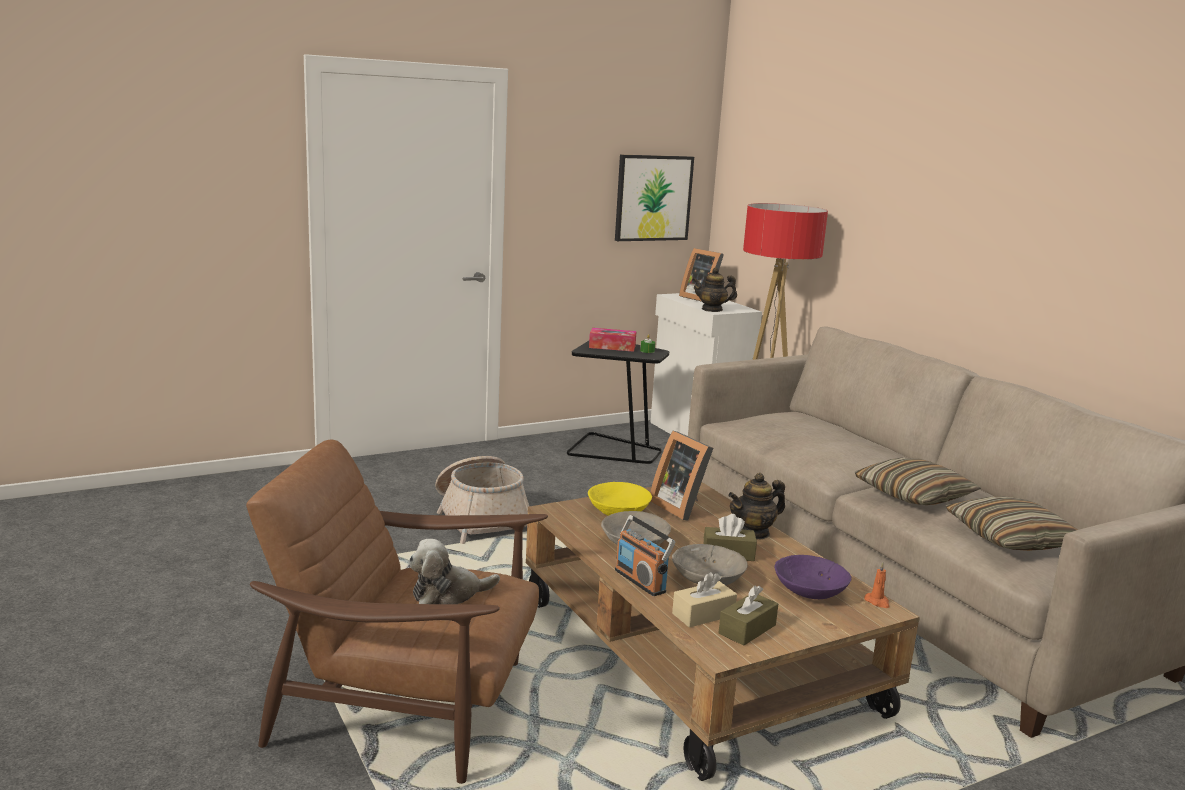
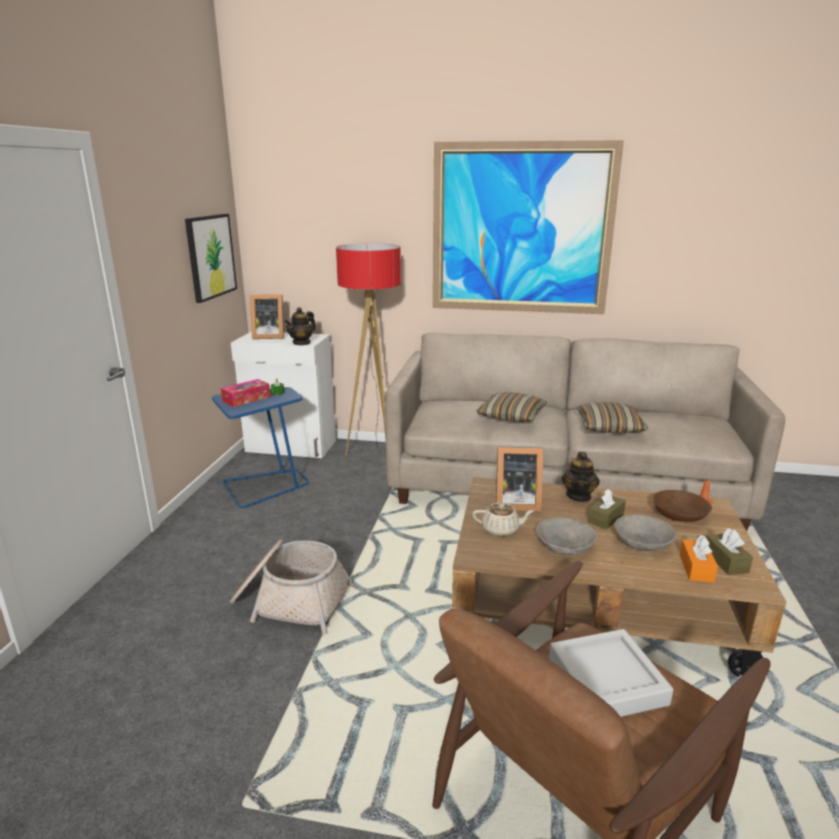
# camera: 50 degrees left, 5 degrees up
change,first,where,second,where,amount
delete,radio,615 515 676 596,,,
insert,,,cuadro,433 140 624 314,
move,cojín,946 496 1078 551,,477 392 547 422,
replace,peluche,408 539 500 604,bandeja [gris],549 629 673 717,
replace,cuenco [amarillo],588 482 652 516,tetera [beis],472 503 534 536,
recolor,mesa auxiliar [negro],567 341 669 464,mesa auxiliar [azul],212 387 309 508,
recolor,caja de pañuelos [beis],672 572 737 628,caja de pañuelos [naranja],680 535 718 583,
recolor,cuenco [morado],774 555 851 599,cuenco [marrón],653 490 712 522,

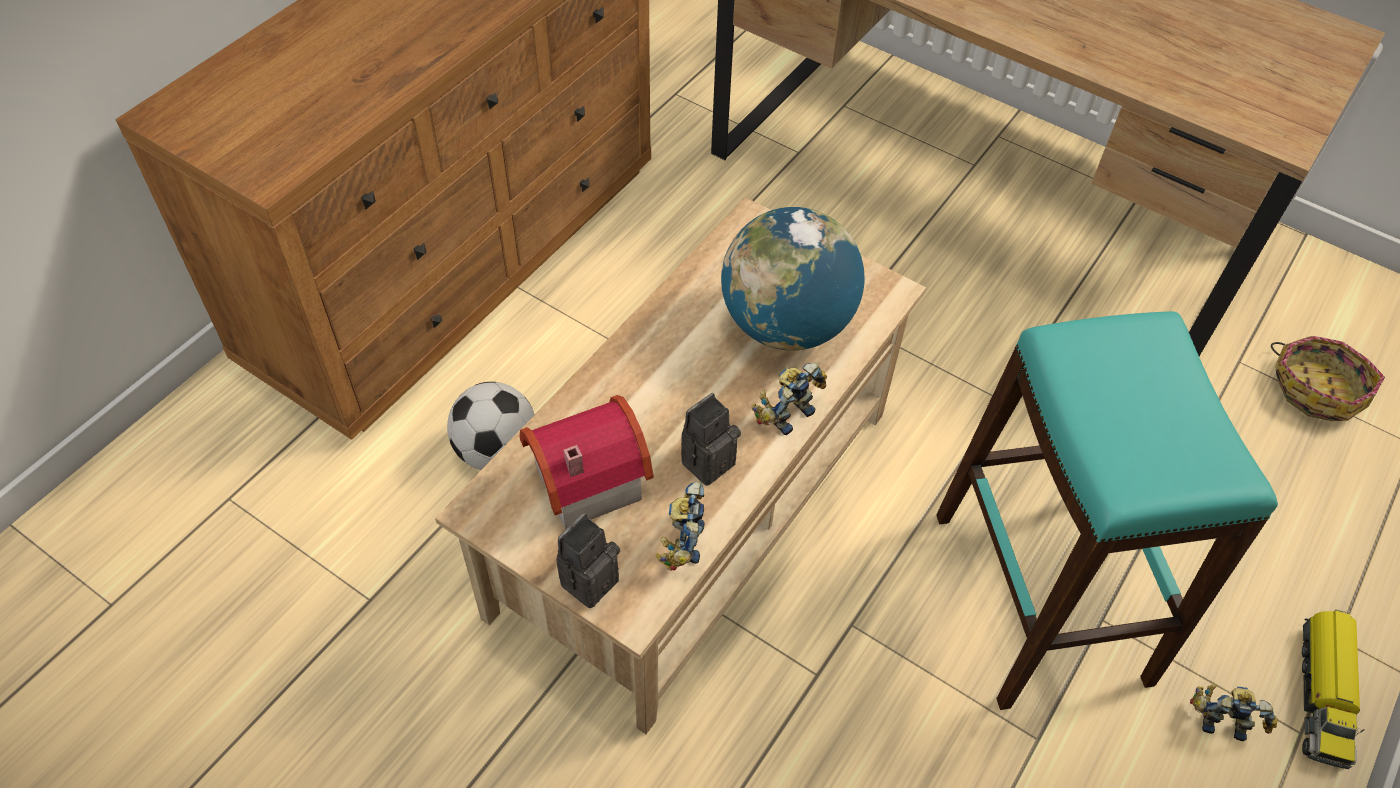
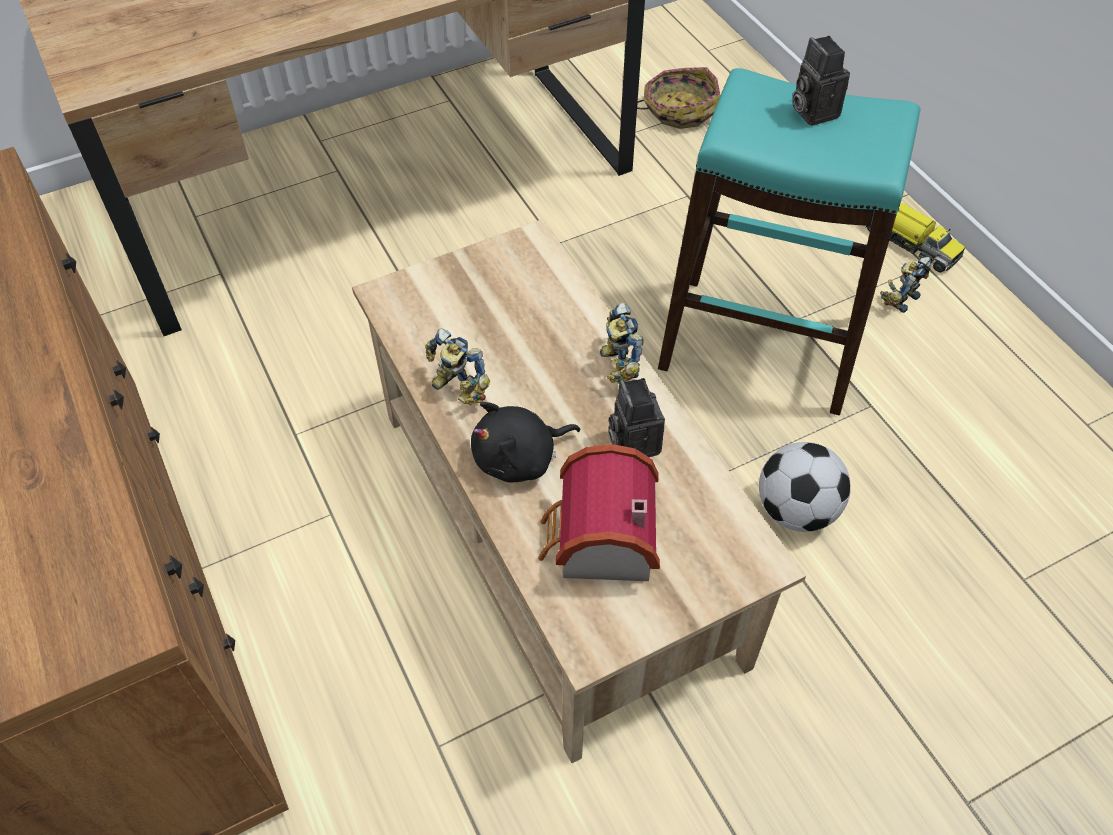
# camera: 60 degrees left, 0 degrees up
change,first,where,second,where,amount
delete,globo terráqueo,721 207 865 351,,,
insert,,,peluche [negro],471 402 581 482,
move,balón de fútbol,447 382 535 470,,759 442 851 532,
move,cámara,556 513 620 608,,792 36 850 126,
move,robot de juguete,656 481 705 570,,425 328 490 405,

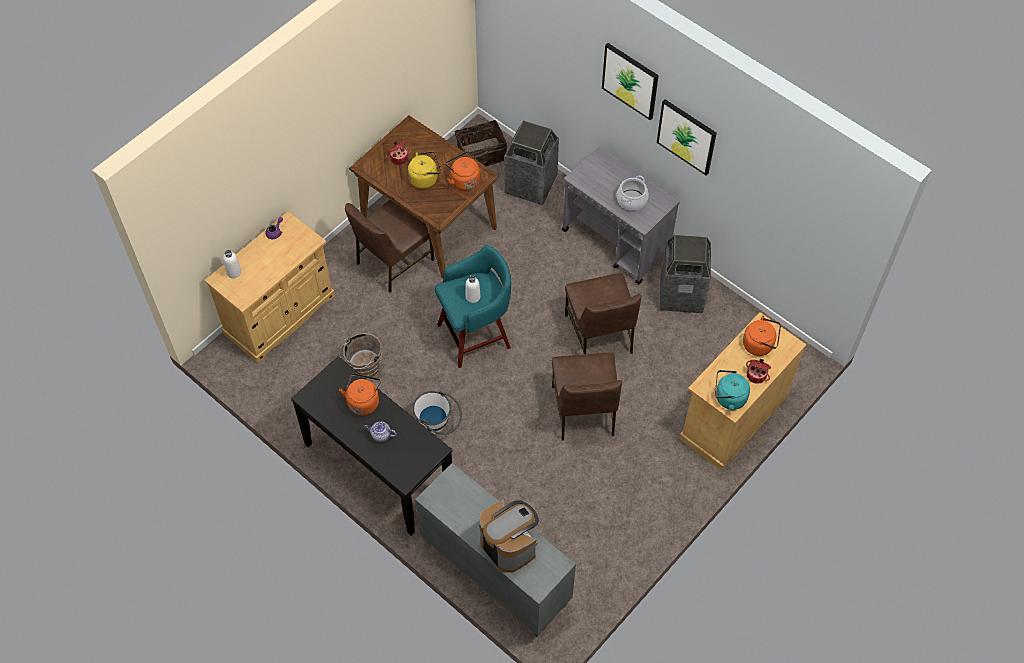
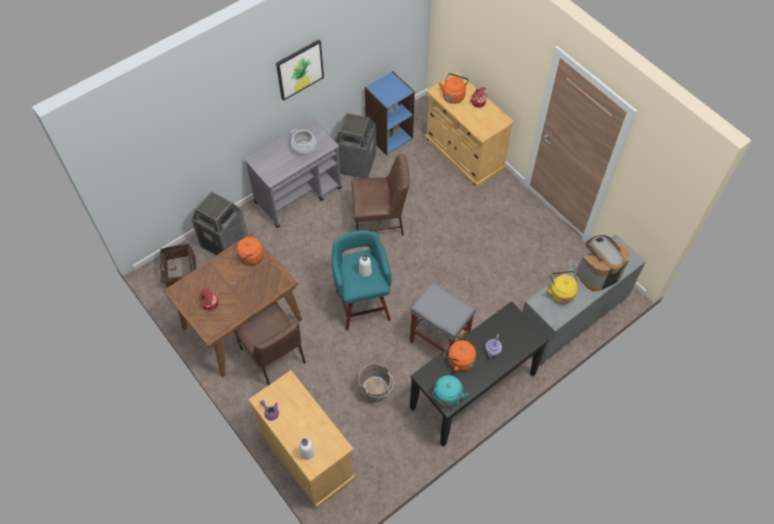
# camera: 80 degrees left, 0 degrees up
change,first,where,second,where,amount
delete,silla [marrón],552 352 622 441,,,
delete,cuadro,602 43 659 120,,,
insert,,,estantería [azul],364 71 415 155,
move,hervidor [amarillo],408 151 441 189,,546 271 578 304,
move,hervidor [turquesa],715 370 750 411,,432 375 469 407,
replace,cubo [blanco],412 391 462 434,taburete [gris],410 282 476 351,

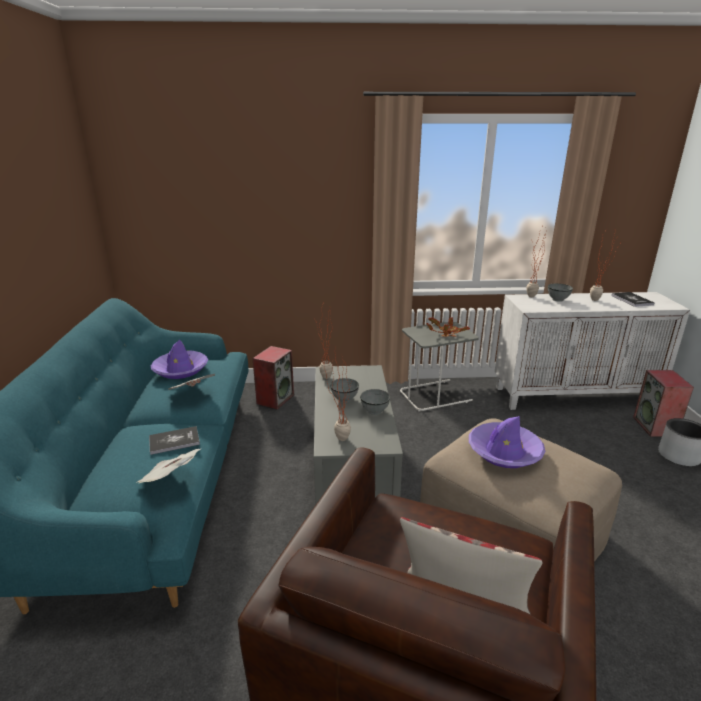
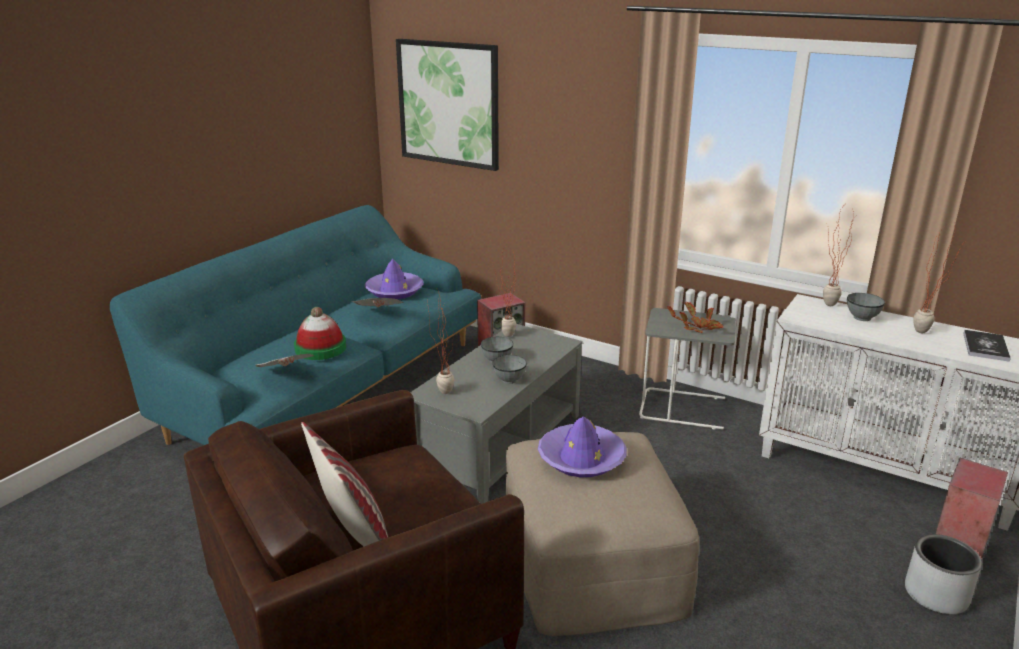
# camera: 35 degrees right, 0 degrees up
change,first,where,second,where,amount
insert,,,cuadro,396 39 499 171,
replace,libro,149 426 200 455,sombrero,294 307 346 360,

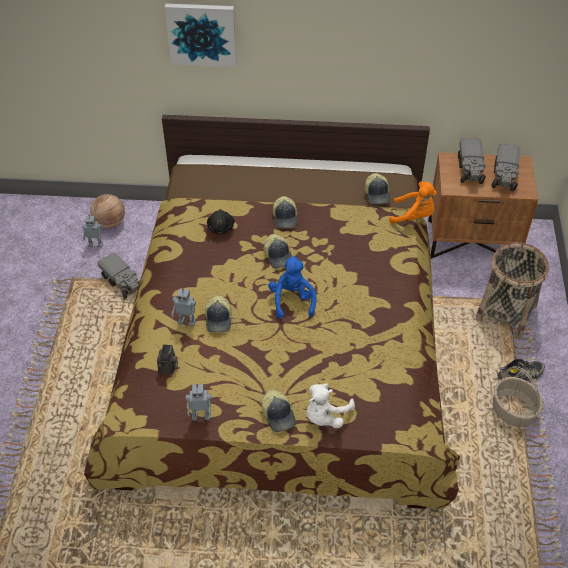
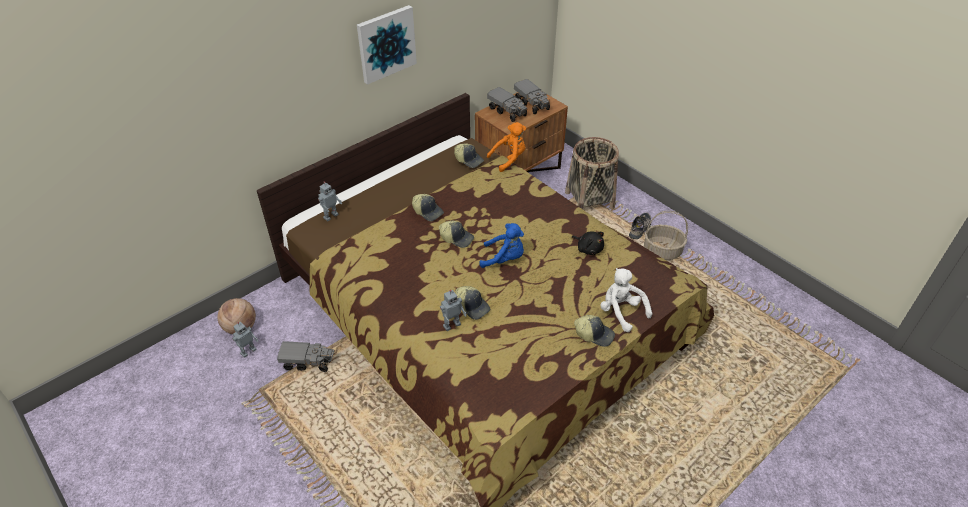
# camera: 45 degrees left, 5 degrees down
change,first,where,second,where,amount
delete,cámara,157 344 178 374,,,
move,cuadro,165 4 237 67,,357 5 417 85,
move,robot de juguete,186 384 212 421,,318 181 342 221,
move,peluche [negro],207 209 235 234,,571 232 604 255,
rotate,peluche [azul],268 256 316 319,,479 223 524 268,150 degrees clockwise
rotate,peluche [blanco],307 383 355 428,,600 268 652 332,150 degrees clockwise

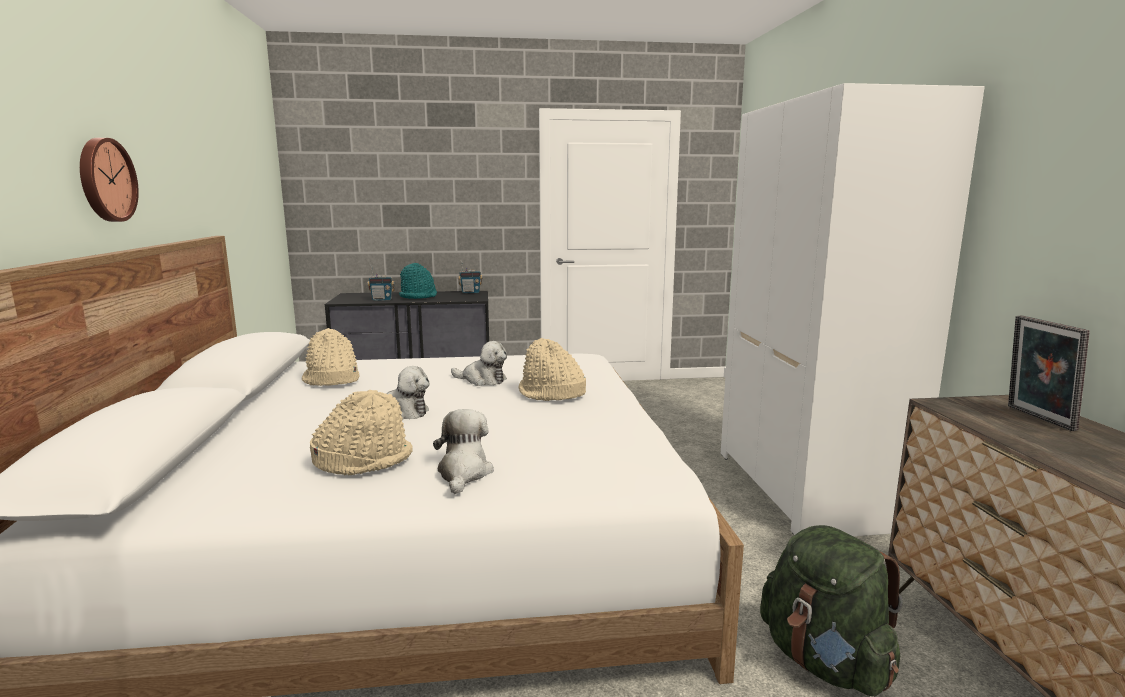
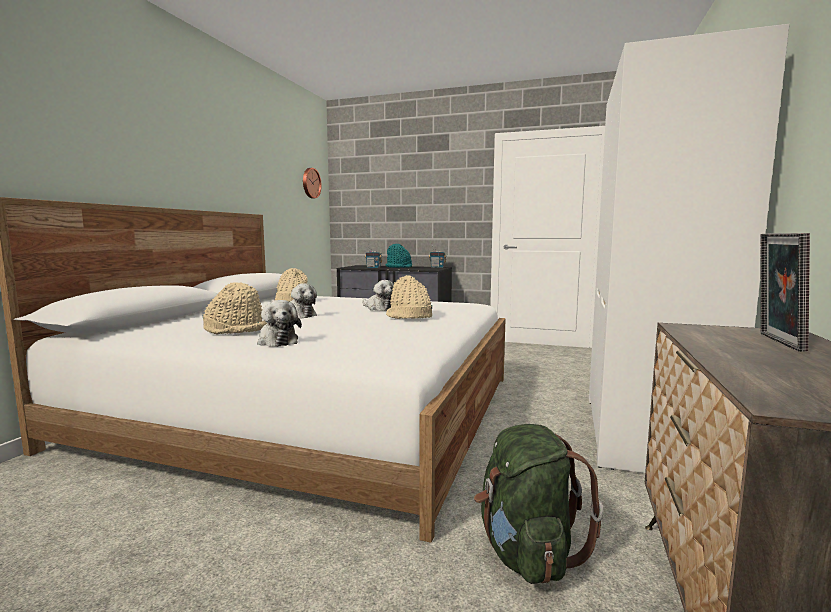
# camera: 25 degrees right, 5 degrees down
change,first,where,second,where,amount
move,reloj de pared,80 138 139 222,,303 168 322 198,
rotate,peluche,433 409 494 494,,257 300 302 347,120 degrees clockwise

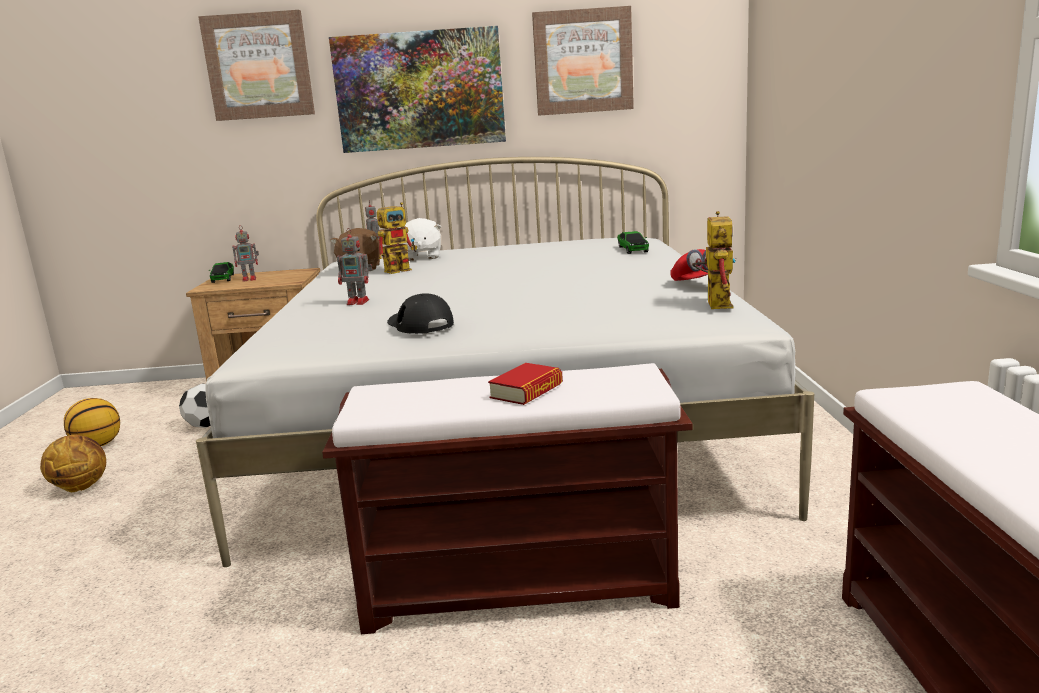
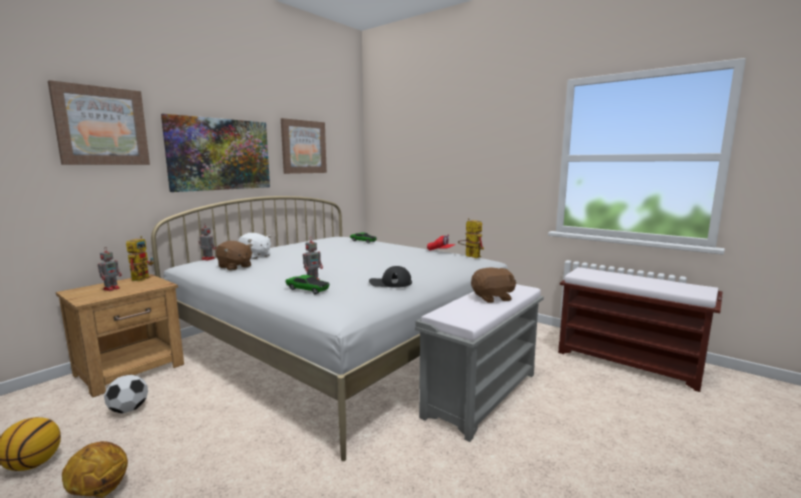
# camera: 50 degrees left, 5 degrees down
change,first,where,second,where,amount
move,coche de juguete,209 262 234 283,,285 275 329 294,
move,robot de juguete,377 202 417 274,,126 236 154 281,
replace,libro,488 363 563 405,peluche [marrón],471 268 516 303,
recolor,banco [marrón],322 363 692 634,banco [gris],415 284 544 442,

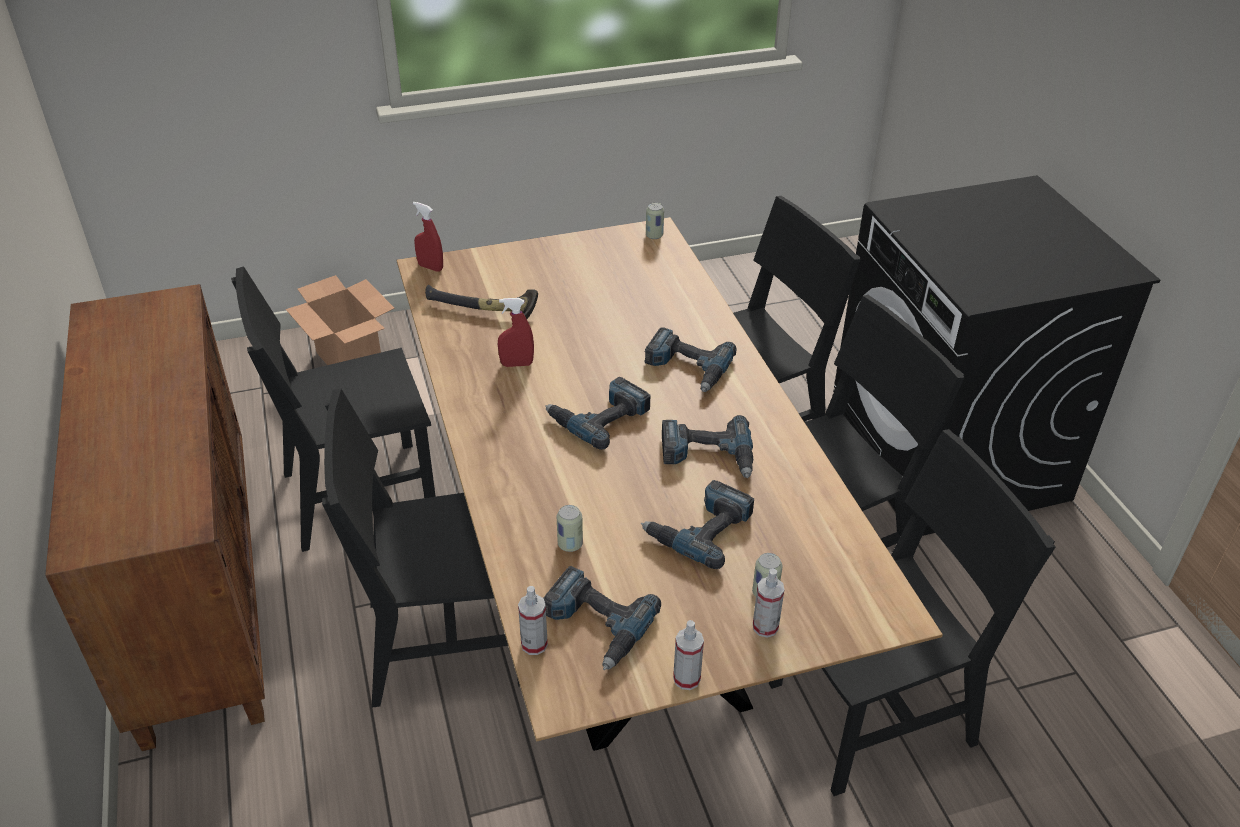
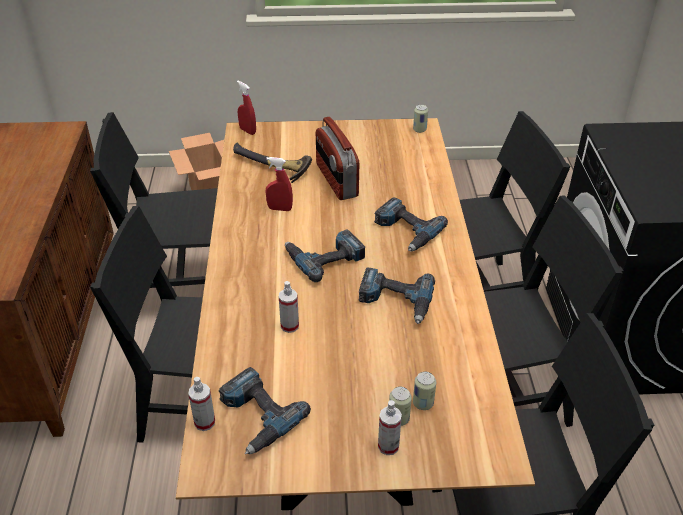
# camera: 15 degrees right, 0 degrees up
change,first,where,second,where,amount
delete,taladro,641 480 754 569,,,
insert,,,radio,316 117 359 200,
move,lata,557 505 583 552,,413 372 436 410,
move,pulverizador,673 620 704 690,,279 281 299 333,

